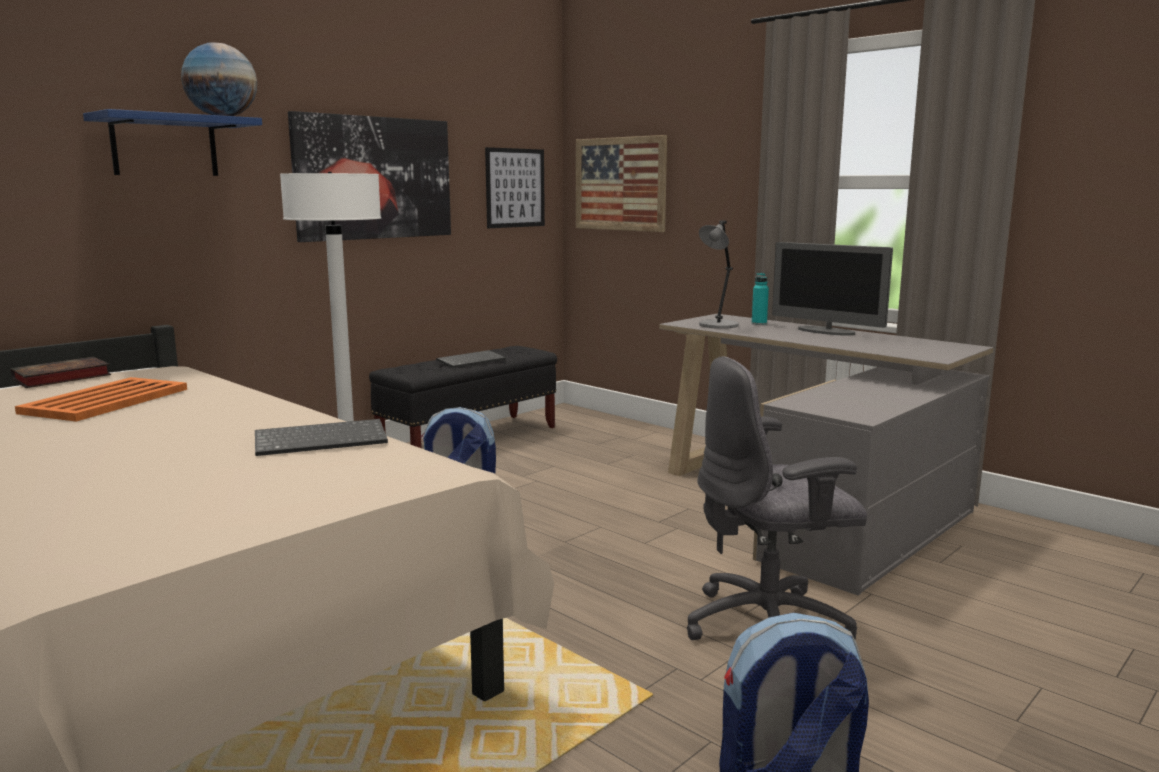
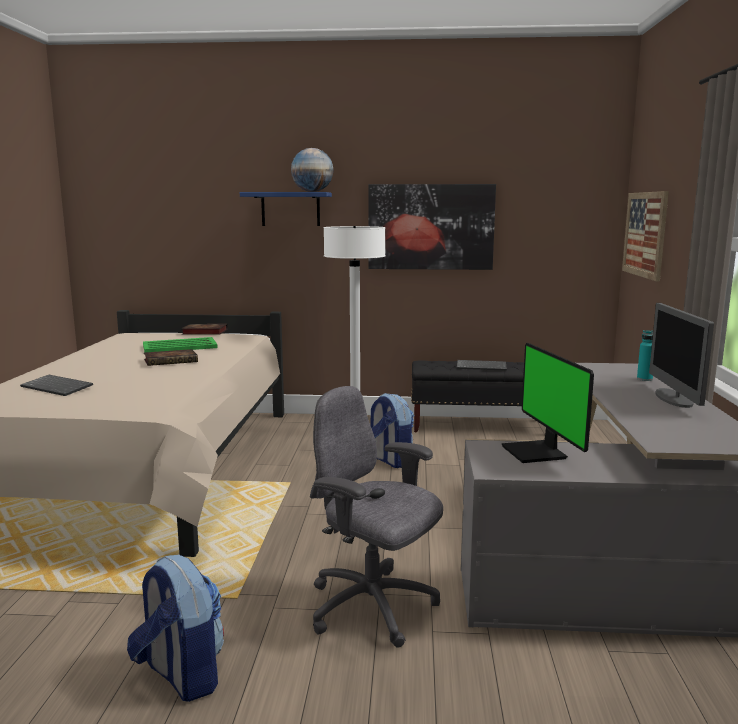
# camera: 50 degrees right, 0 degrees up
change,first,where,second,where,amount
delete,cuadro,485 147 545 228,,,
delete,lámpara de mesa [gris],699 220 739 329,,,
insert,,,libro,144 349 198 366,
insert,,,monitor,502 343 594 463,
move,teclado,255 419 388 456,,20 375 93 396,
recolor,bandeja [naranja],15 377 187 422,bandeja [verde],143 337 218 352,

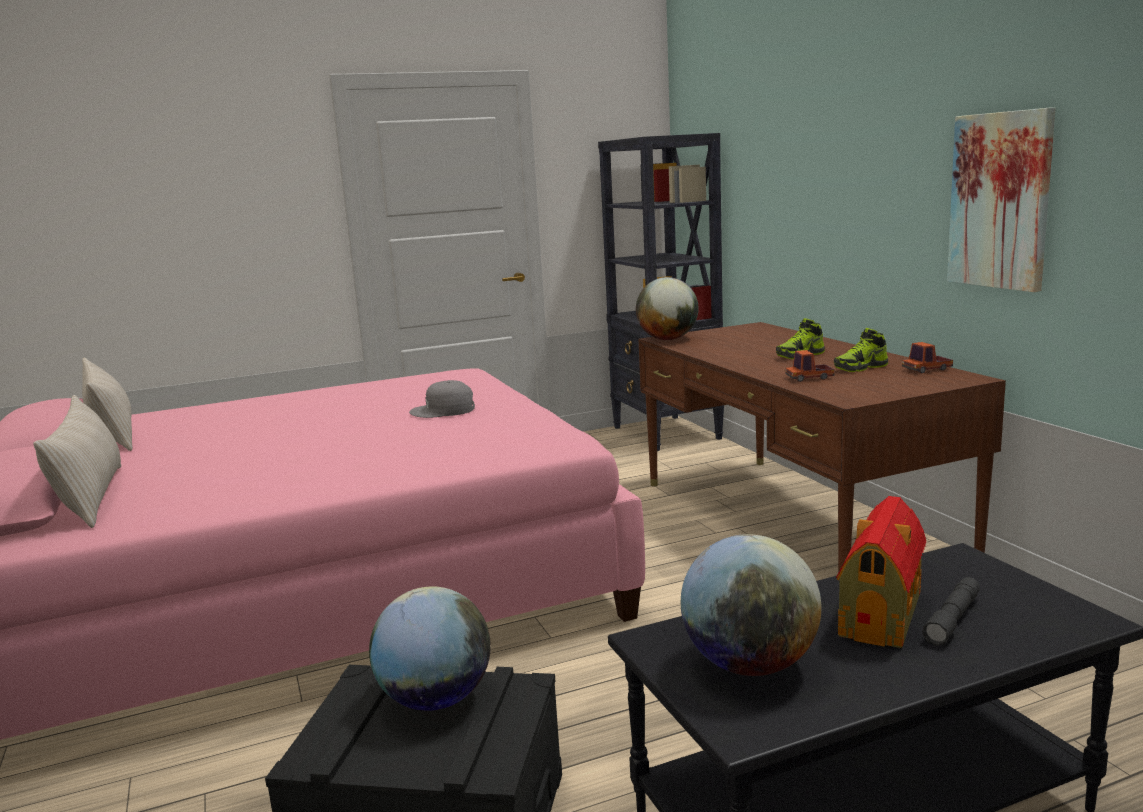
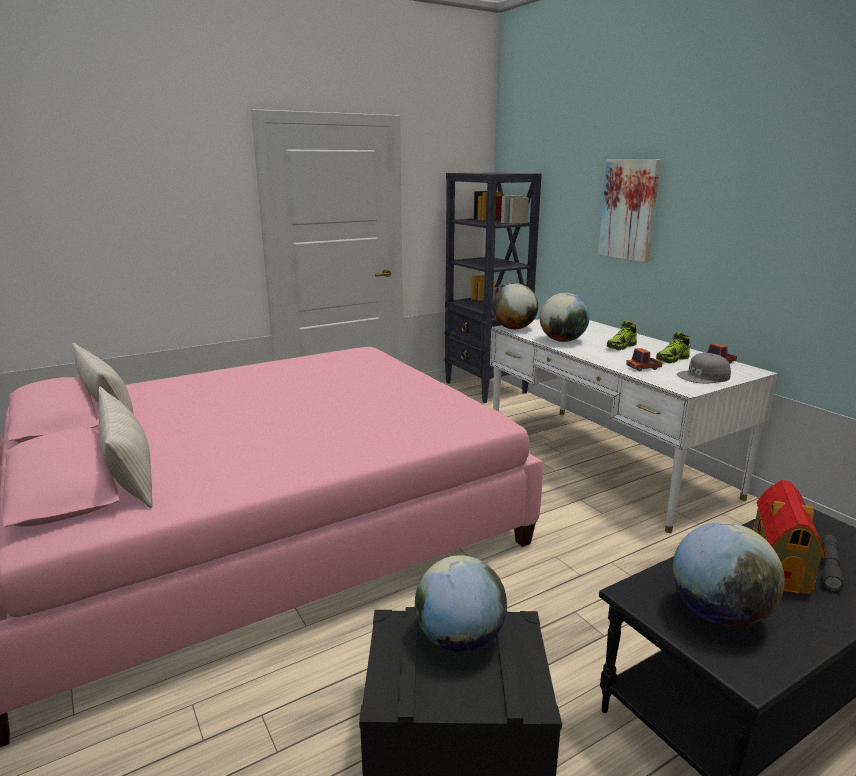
# camera: 10 degrees left, 5 degrees up
change,first,where,second,where,amount
insert,,,globo terráqueo,540 293 590 342,
move,gorra [gris],409 380 475 418,,677 353 731 384,
move,cuadro,947 107 1055 292,,598 159 661 263,
recolor,escritorio [marrón],639 322 1006 573,escritorio [blanco],490 319 778 533,

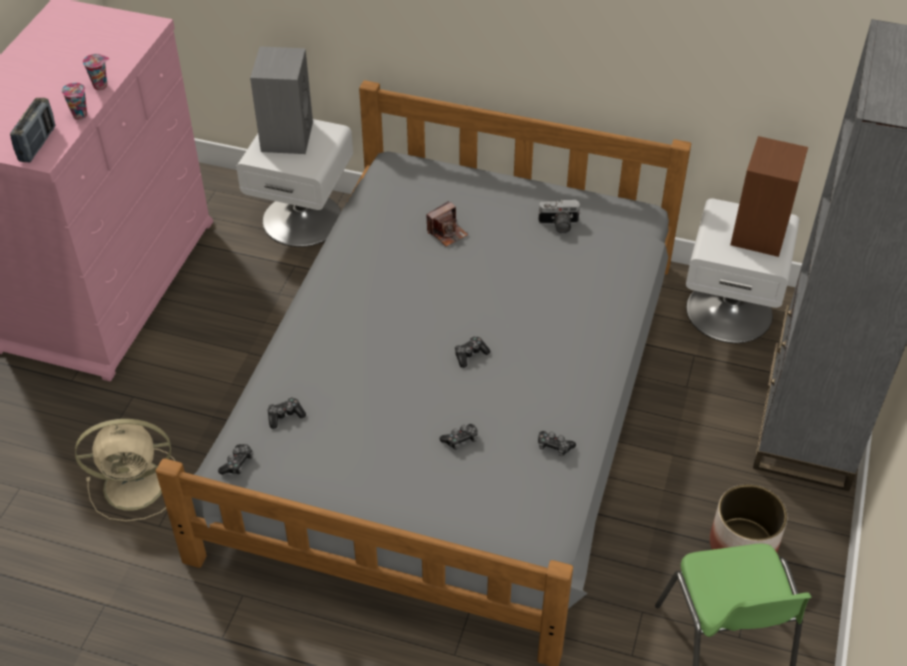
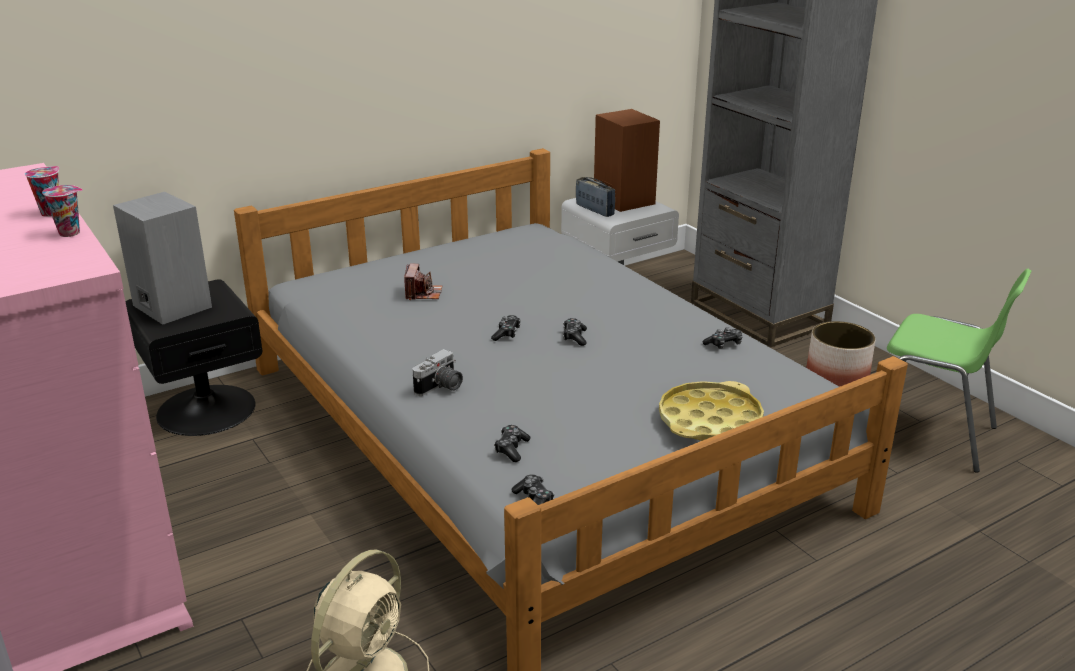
# camera: 50 degrees left, 20 degrees down
change,first,where,second,where,amount
insert,,,bandeja [amarillo],659 381 764 441,
move,radio,10 98 56 162,,576 177 615 217,
move,mando de consola,440 424 478 450,,491 315 521 341,
move,cámara,538 200 581 234,,412 349 463 396,
recolor,mesita de noche [blanco],236 119 353 247,mesita de noche [negro],125 279 262 436,

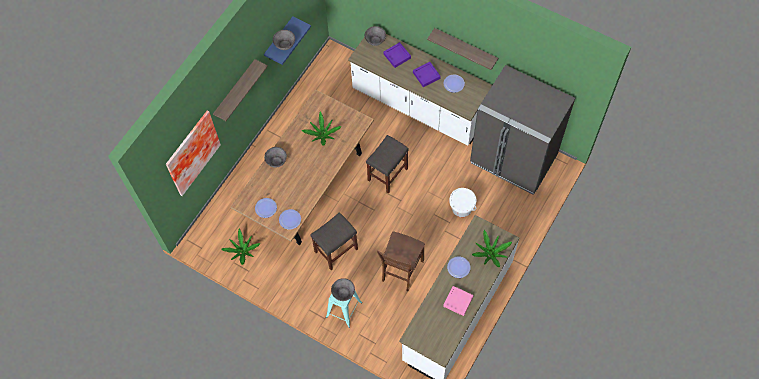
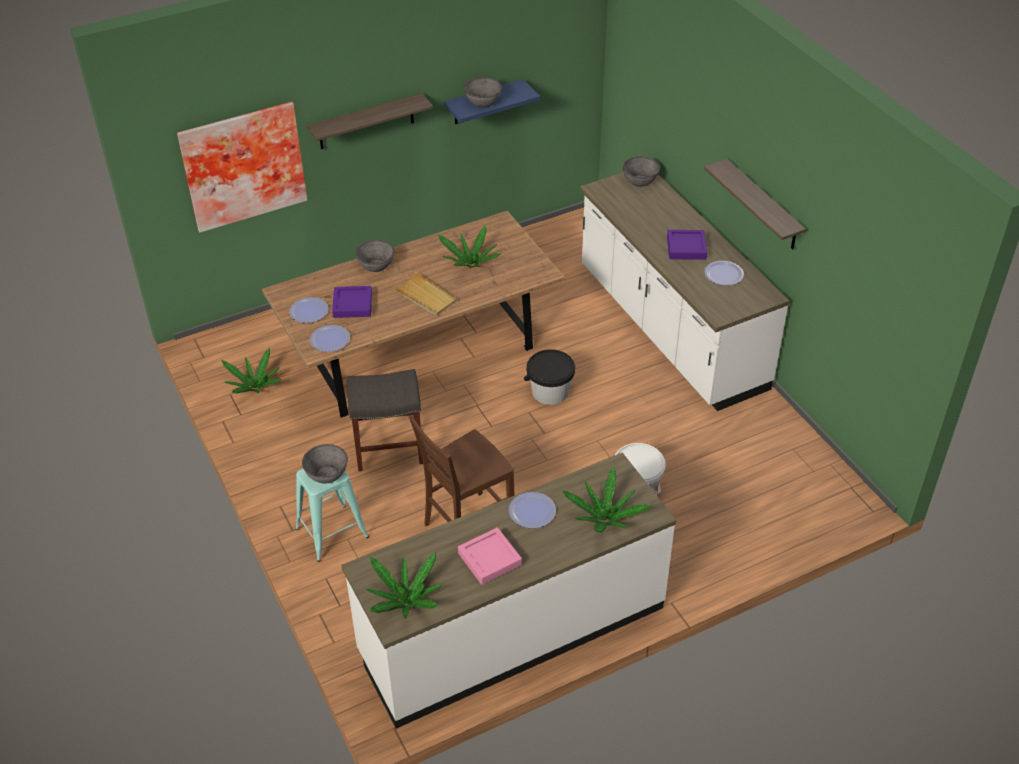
# camera: 30 degrees right, 20 degrees down
change,first,where,second,where,amount
delete,nevera [gris],470 65 575 195,,,
insert,,,planta en maceta,366 552 443 618,
insert,,,bandeja [beis],393 272 457 316,
move,bandeja [morado],383 42 411 68,,332 286 372 318,
replace,taburete [gris],366 135 409 194,cubo [negro],524 349 575 405,

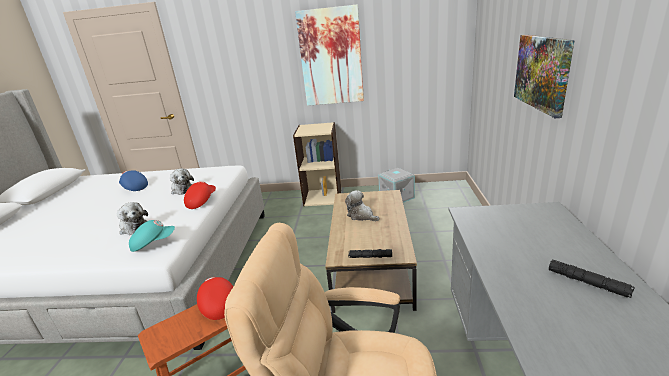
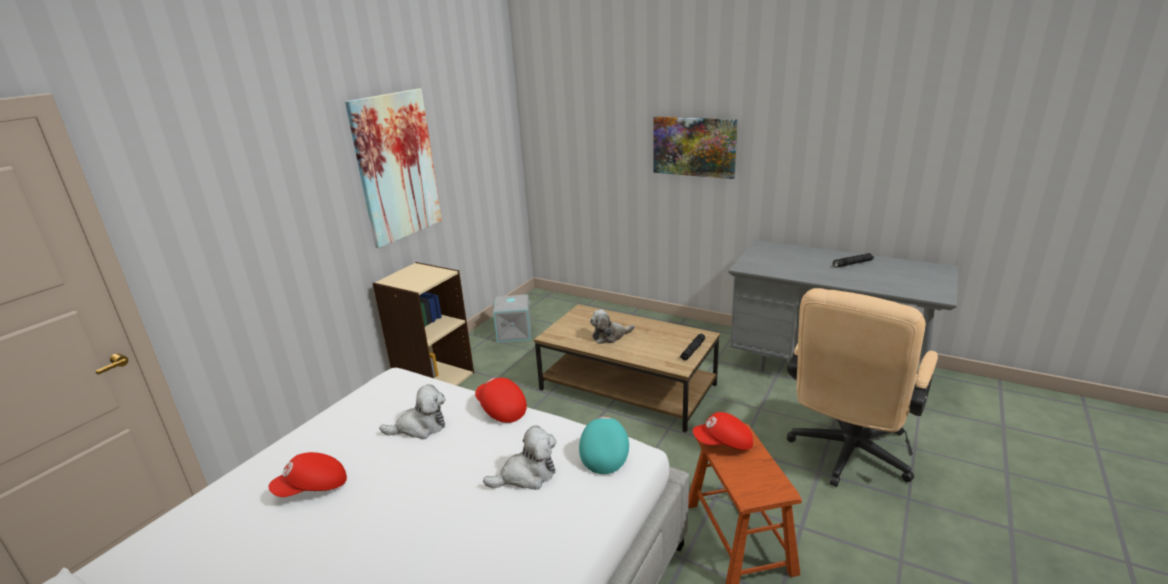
# camera: 65 degrees left, 0 degrees up
change,first,where,second,where,amount
recolor,gorra [azul],119 170 148 191,gorra [rojo],269 452 347 497,

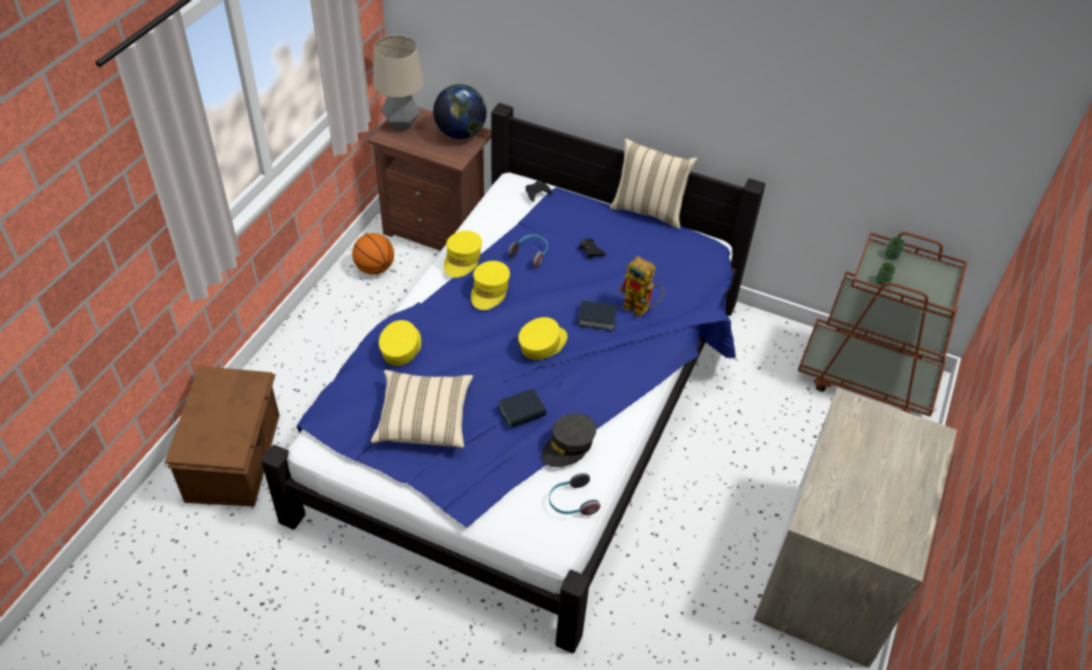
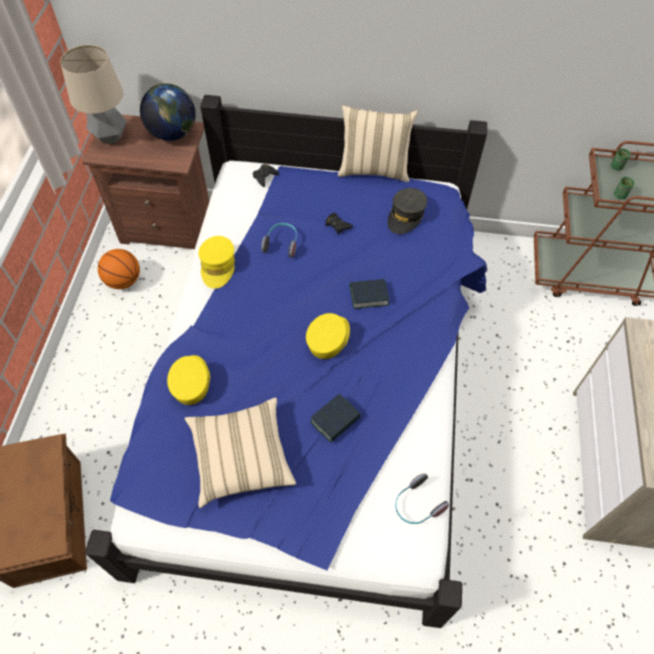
# camera: 15 degrees left, 10 degrees up
change,first,where,second,where,amount
delete,gorra [amarillo],471 261 510 310,,,
delete,robot de juguete,619 256 664 317,,,
move,gorra [gris],542 414 596 467,,388 188 427 234,

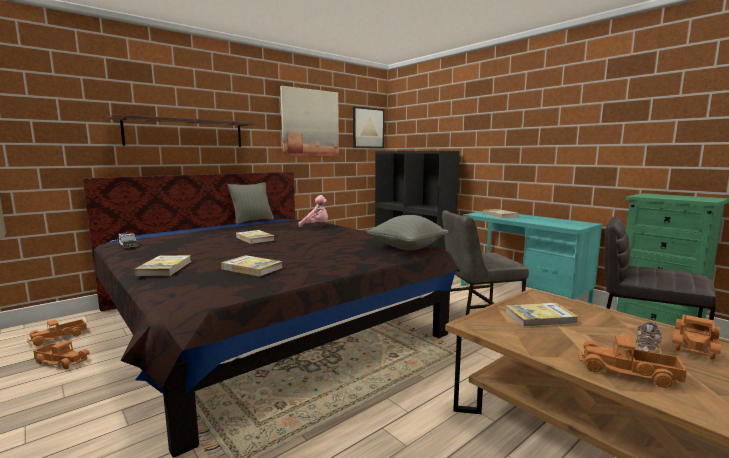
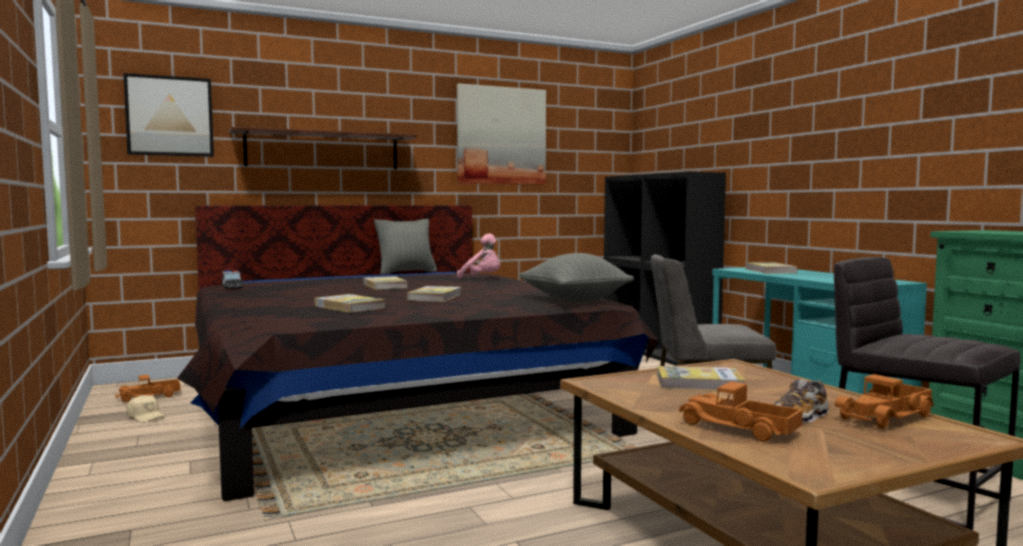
# camera: 15 degrees right, 5 degrees down
change,first,where,second,where,amount
move,libro,134 255 191 276,,407 286 462 302,
move,cuadro,353 106 384 148,,123 73 214 157,
replace,camión de juguete,33 340 90 369,gorra [beis],126 395 166 423,

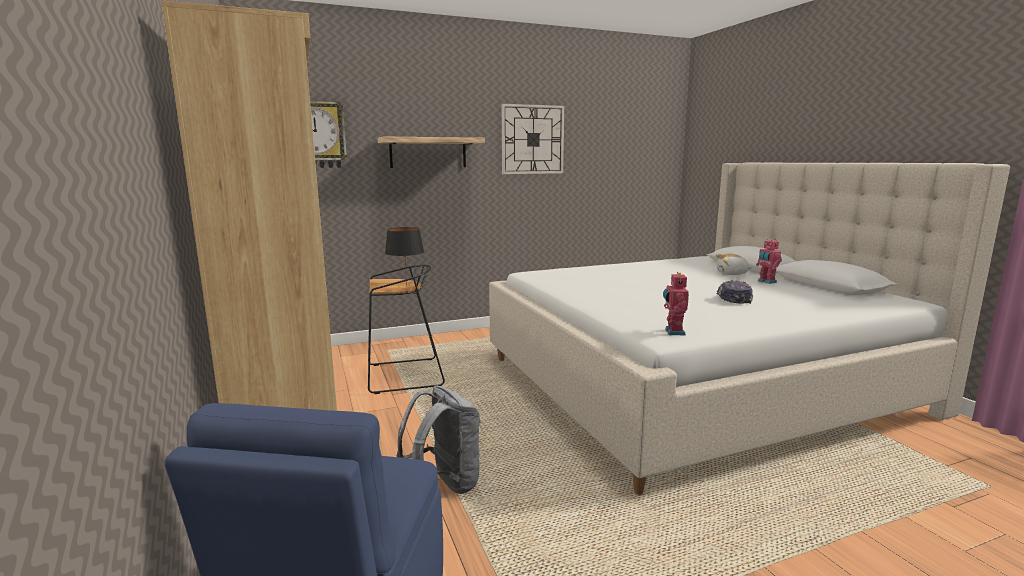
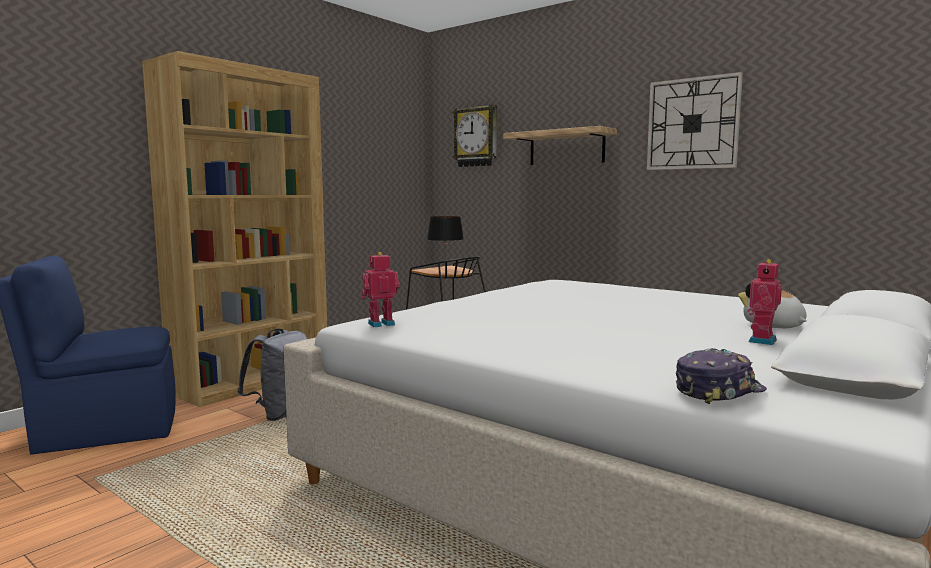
# camera: 60 degrees right, 5 degrees down
change,first,where,second,where,amount
move,gorra,716 280 753 304,,676 348 767 404,

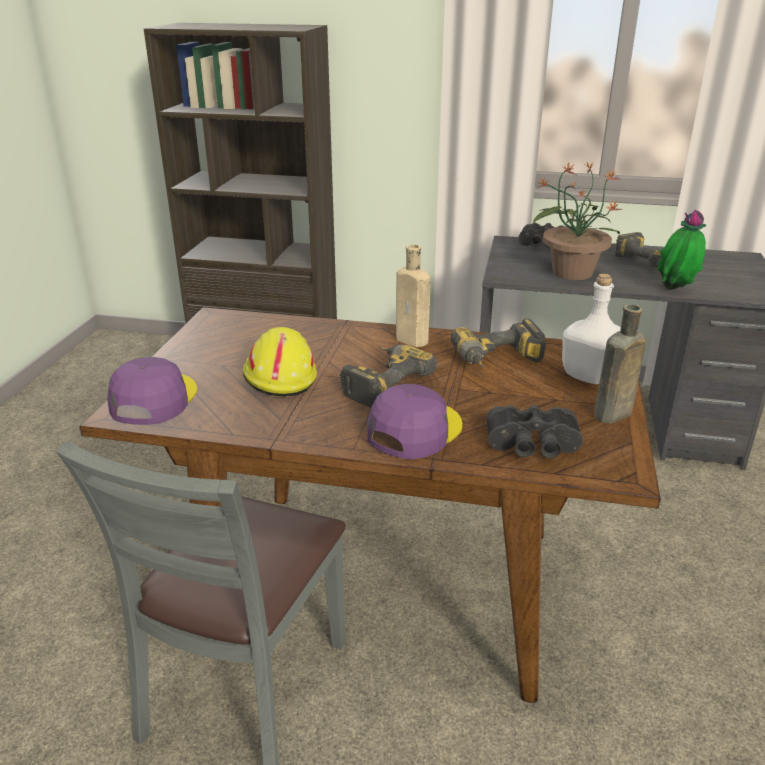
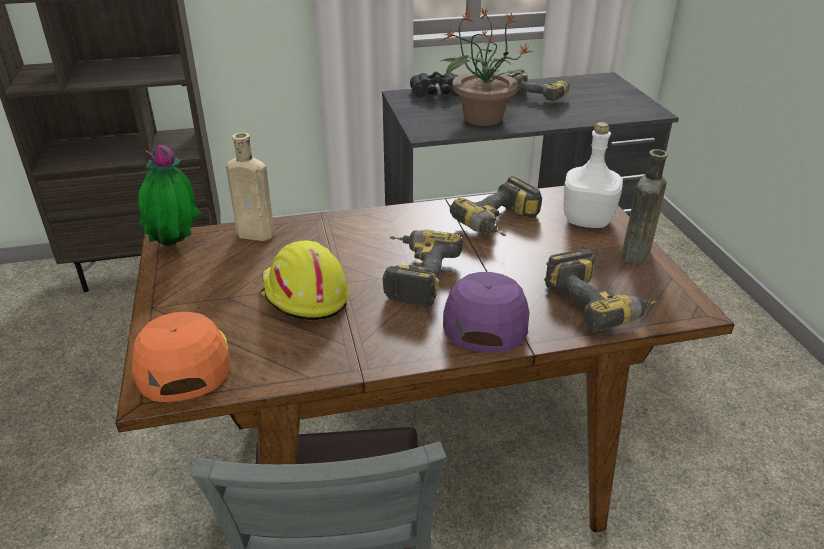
# camera: 25 degrees left, 5 degrees up
change,first,where,second,where,amount
move,botella [beis],396 244 430 347,,226 133 275 241,
move,planta en maceta,657 210 706 290,,138 145 201 246,
replace,prismáticos [negro],487 405 583 458,taladro,544 249 660 330,
recolor,gorra [morado],107 357 197 425,gorra [naranja],132 312 231 402,

